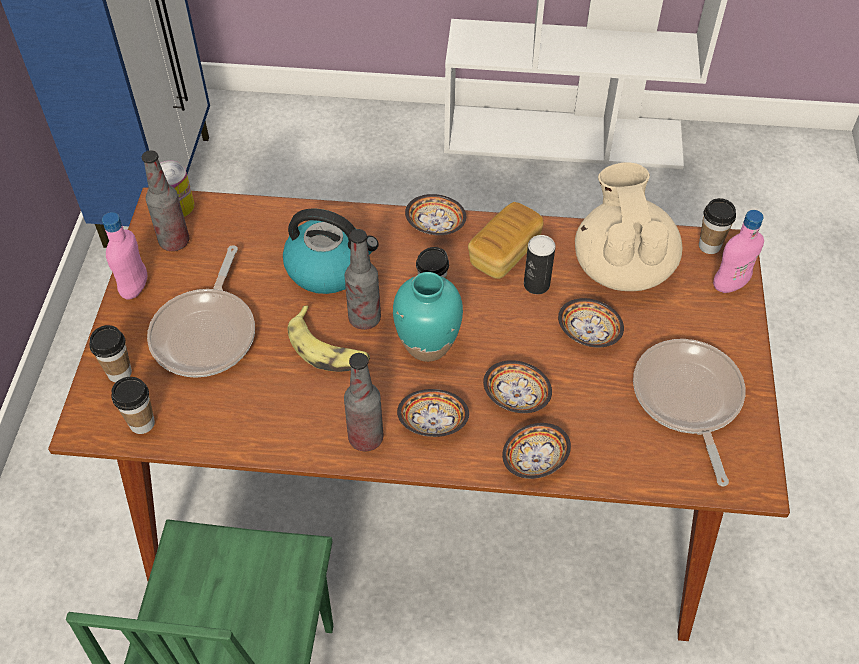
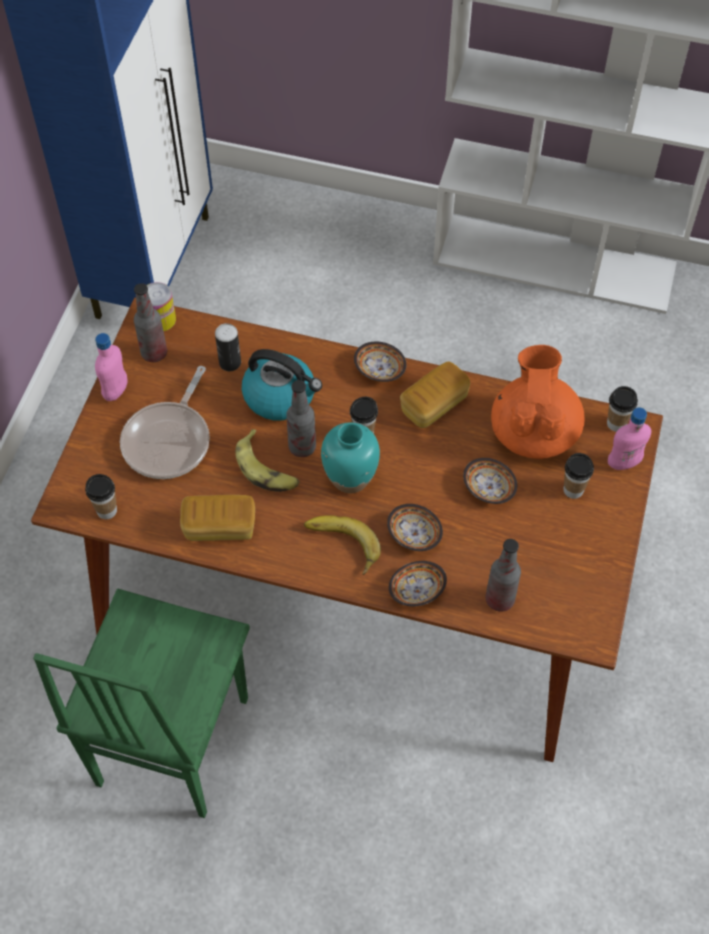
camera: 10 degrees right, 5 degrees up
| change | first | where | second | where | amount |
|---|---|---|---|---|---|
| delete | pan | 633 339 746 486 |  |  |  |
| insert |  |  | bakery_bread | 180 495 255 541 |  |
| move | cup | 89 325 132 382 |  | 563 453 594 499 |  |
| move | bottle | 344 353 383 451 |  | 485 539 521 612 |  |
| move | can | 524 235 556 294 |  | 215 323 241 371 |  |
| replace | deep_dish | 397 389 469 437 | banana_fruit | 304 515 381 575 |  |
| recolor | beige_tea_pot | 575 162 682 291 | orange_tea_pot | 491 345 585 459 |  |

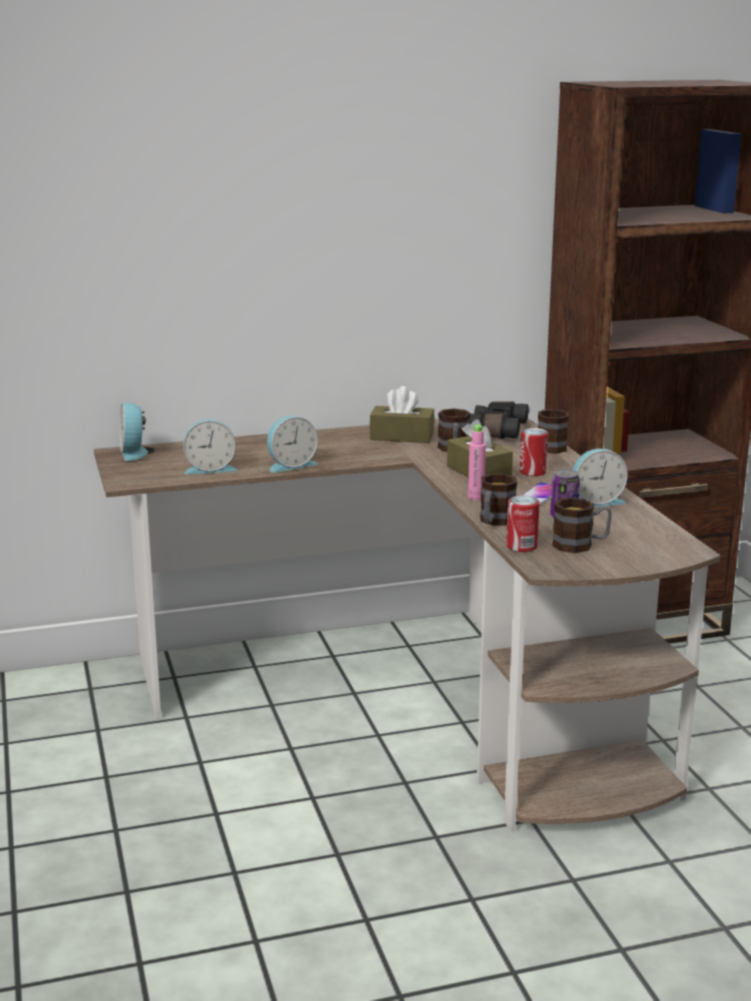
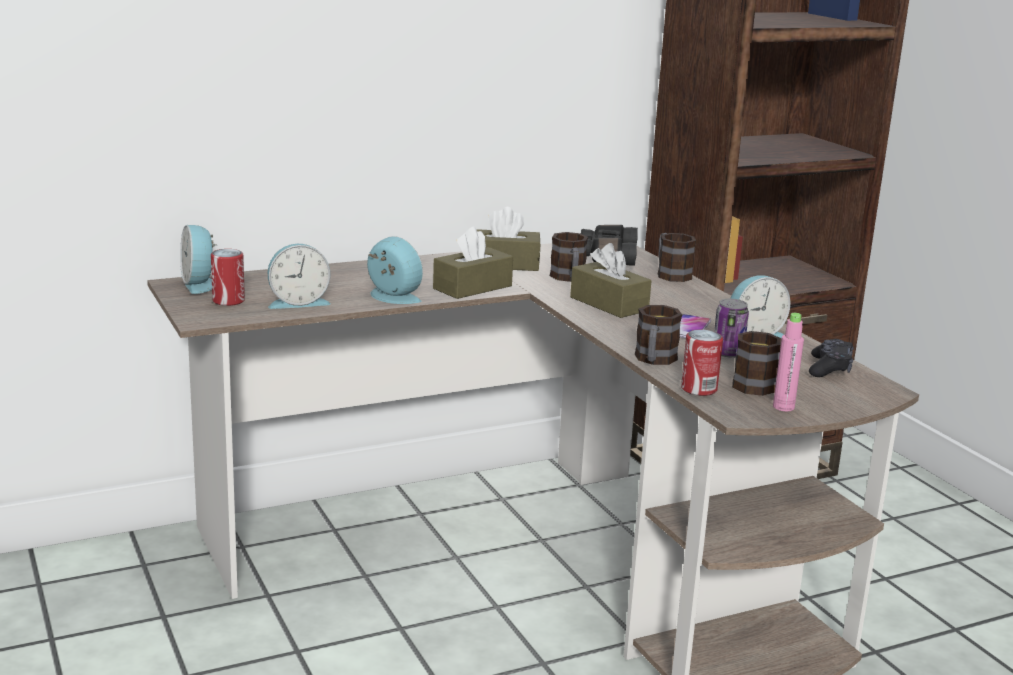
camera: 10 degrees left, 0 degrees up
| change | first | where | second | where | amount |
|---|---|---|---|---|---|
| insert |  |  | brown_tissue_holder | 433 227 513 299 |  |
| insert |  |  | black_joypad | 809 339 854 377 |  |
| move | pink-coloured_bottle | 468 425 486 500 |  | 773 313 804 411 |  |
| move | can | 520 428 548 476 |  | 211 249 245 306 |  |
| rotate | alarm_clock | 267 416 318 473 |  | 367 236 423 304 | 105 degrees counterclockwise |

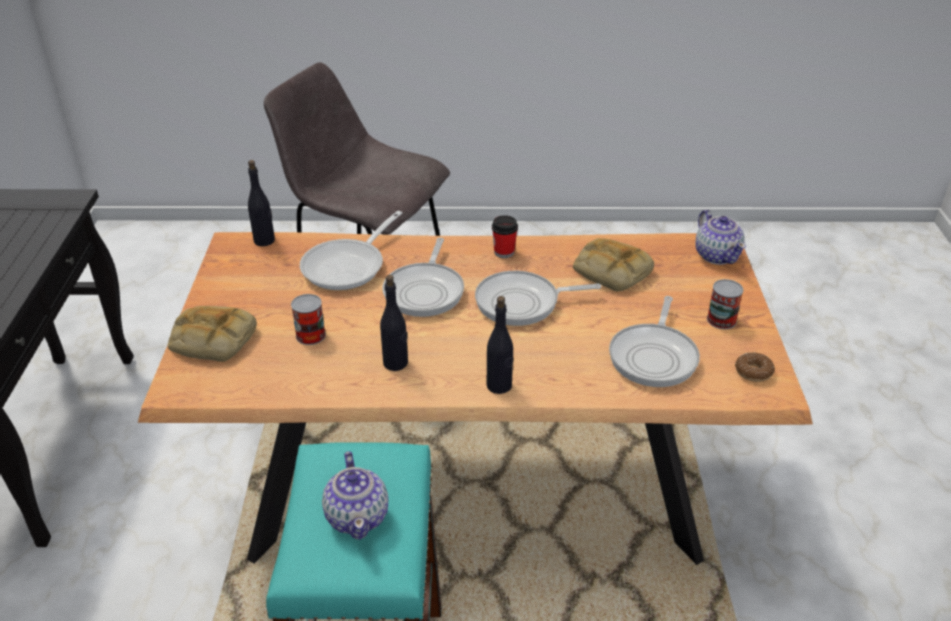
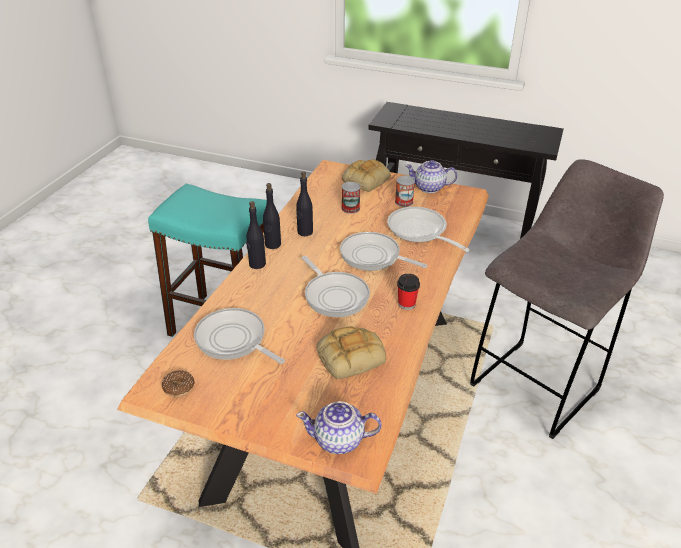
camera: 110 degrees right, 0 degrees up
| change | first | where | second | where | amount |
|---|---|---|---|---|---|
| move | black_bottle | 248 160 275 246 |  | 263 183 281 249 |  |
| move | tea_pot | 322 451 388 540 |  | 405 160 457 193 |  |
| move | can | 707 279 743 329 |  | 395 176 415 207 |  |
| rotate | pan | 475 271 601 326 |  | 301 256 370 317 | 135 degrees clockwise |

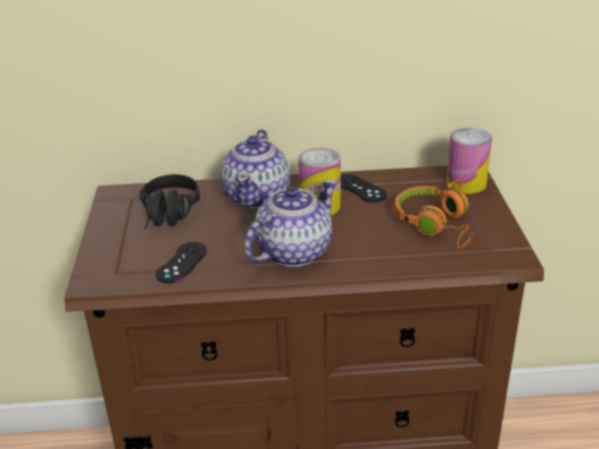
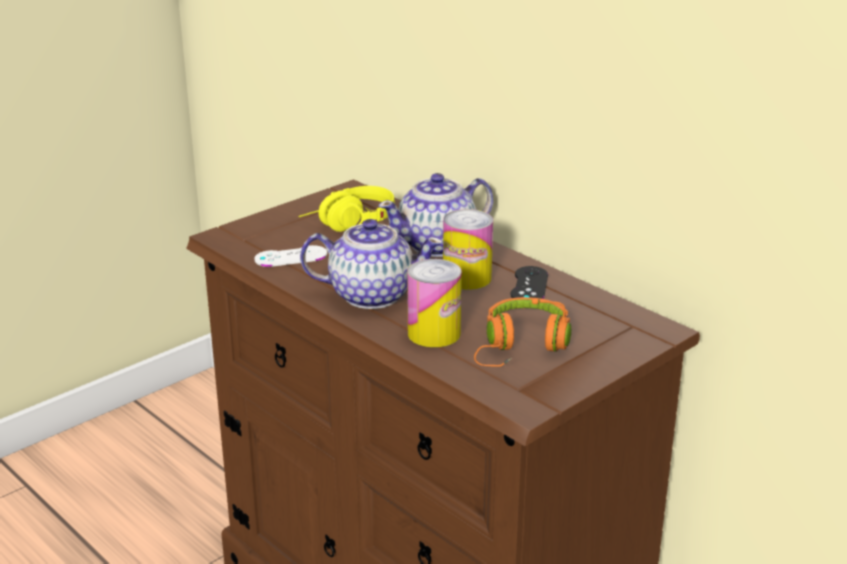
camera: 50 degrees right, 5 degrees down
| change | first | where | second | where | amount |
|---|---|---|---|---|---|
| move | can | 446 128 492 194 |  | 407 259 462 347 |  |
| recolor | black_pair_of_headphones | 140 174 200 229 | yellowish_pair_of_headphones | 298 186 395 232 |  |
| recolor | black_joypad | 156 242 207 283 | white-coloured_joypad | 254 245 327 267 |  |

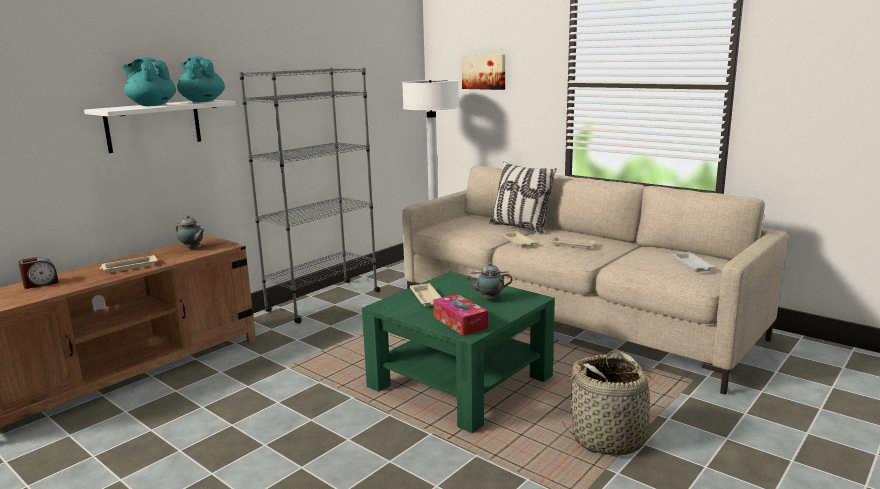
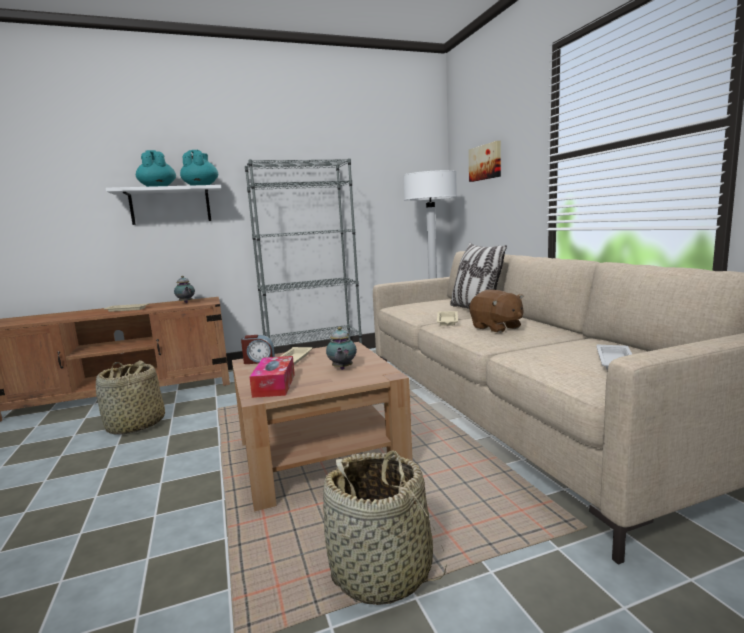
camera: 30 degrees right, 5 degrees down
| change | first | where | second | where | amount |
|---|---|---|---|---|---|
| insert |  |  | basket | 96 360 165 435 |  |
| move | alarm_clock | 18 257 59 289 |  | 241 335 275 364 |  |
| replace | beige_tray | 548 236 596 249 | brown_soft_toy | 469 290 524 333 |  |
| recolor | green-coloured_lounge_table | 362 272 555 434 | brown_lounge_table | 232 342 413 512 |  |
| rotate | tea_pot | 466 262 512 300 |  | 326 327 357 370 | 120 degrees counterclockwise |

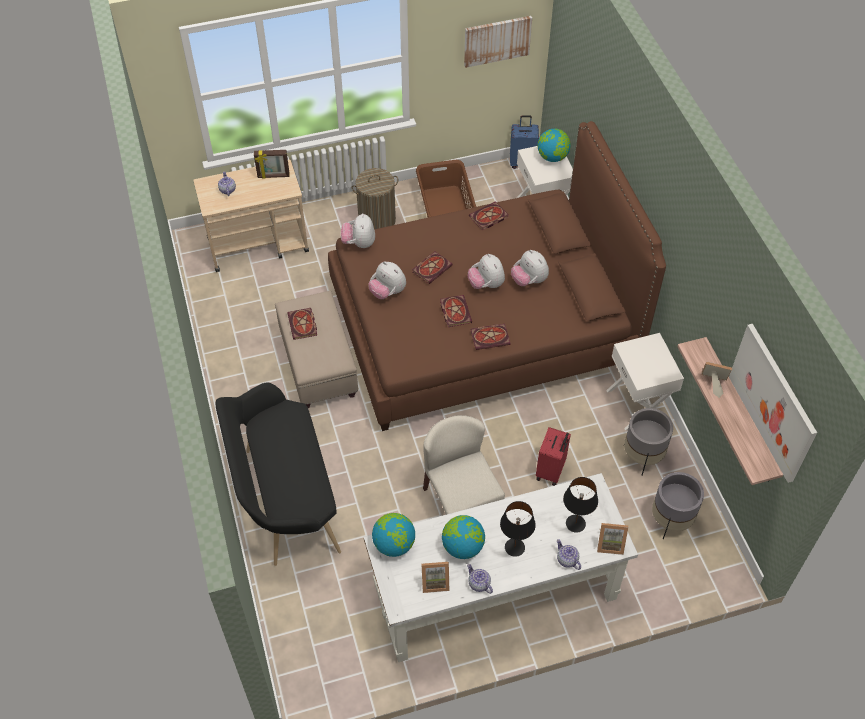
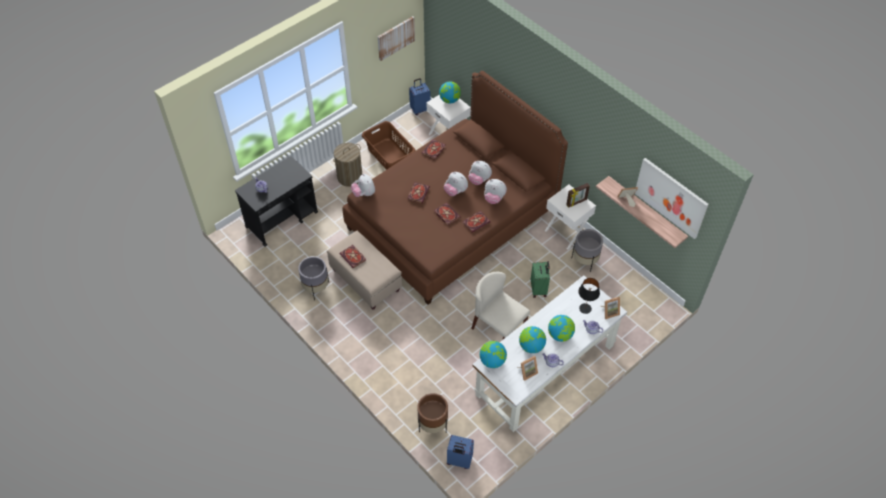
camera: 25 degrees left, 0 degrees up
| change | first | where | second | where | amount |
|---|---|---|---|---|---|
| delete | black_indoor_bench | 216 382 341 566 |  |  |  |
| insert |  |  | brown_plant_pot | 417 393 448 433 |  |
| insert |  |  | bluish_travel_case | 447 435 474 469 |  |
| move | photo_frame | 254 150 290 178 |  | 566 183 590 208 |  |
| move | soft_toy | 368 261 406 299 |  | 484 179 507 204 |  |
| move | gray_plant_pot | 652 472 704 539 |  | 298 256 329 300 |  |
| replace | black_table_lamp | 500 501 536 557 | desk_globe | 548 315 575 342 |  |
| recolor | beige_trolley | 193 160 309 272 | black_trolley | 235 156 318 247 |  |
| recolor | red-coloured_travel_case | 536 427 571 486 | green-coloured_travel_case | 531 261 550 298 |  |

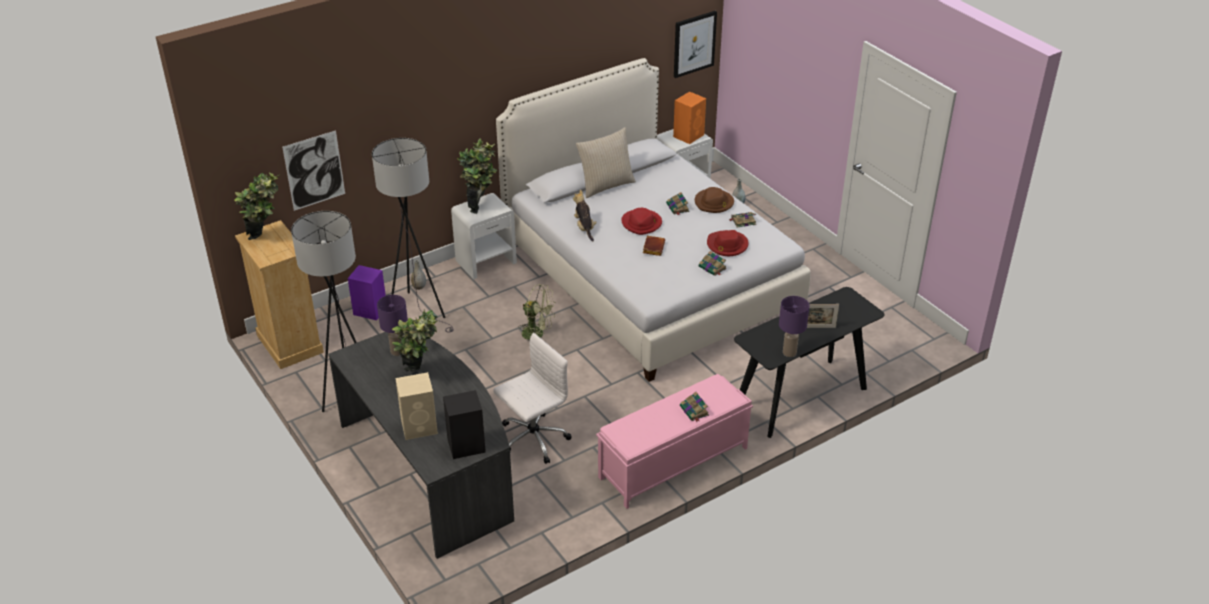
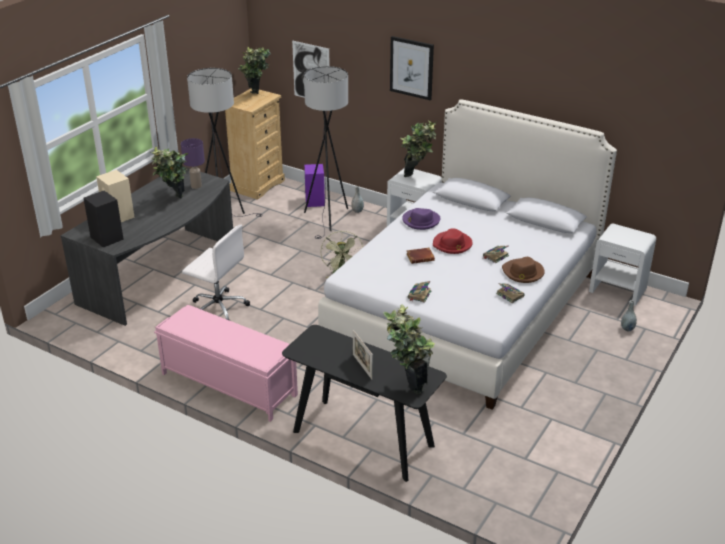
camera: 65 degrees right, 5 degrees down
| change | first | where | second | where | amount |
|---|---|---|---|---|---|
| delete | beige_throw_pillow | 576 127 636 198 |  |  |  |
| delete | orange_speaker | 673 92 706 144 |  |  |  |
| delete | book | 680 392 709 422 |  |  |  |
| delete | red-coloured_clothing_hat | 707 230 748 256 |  |  |  |
| delete | purple_table_lamp | 779 296 810 357 |  |  |  |
| insert |  |  | potted_plant | 383 304 435 394 |  |
| move | wall_art | 674 11 717 78 |  | 390 36 434 100 |  |
| replace | soft_toy | 573 190 597 241 | purple_clothing_hat | 402 208 441 230 |  |

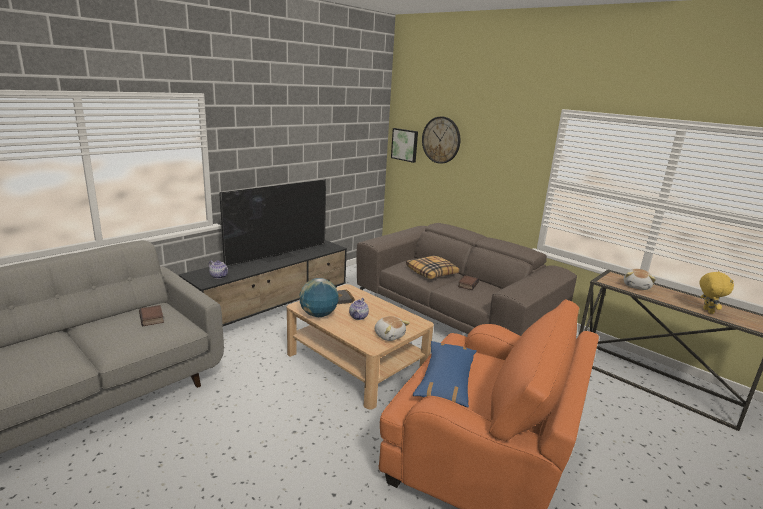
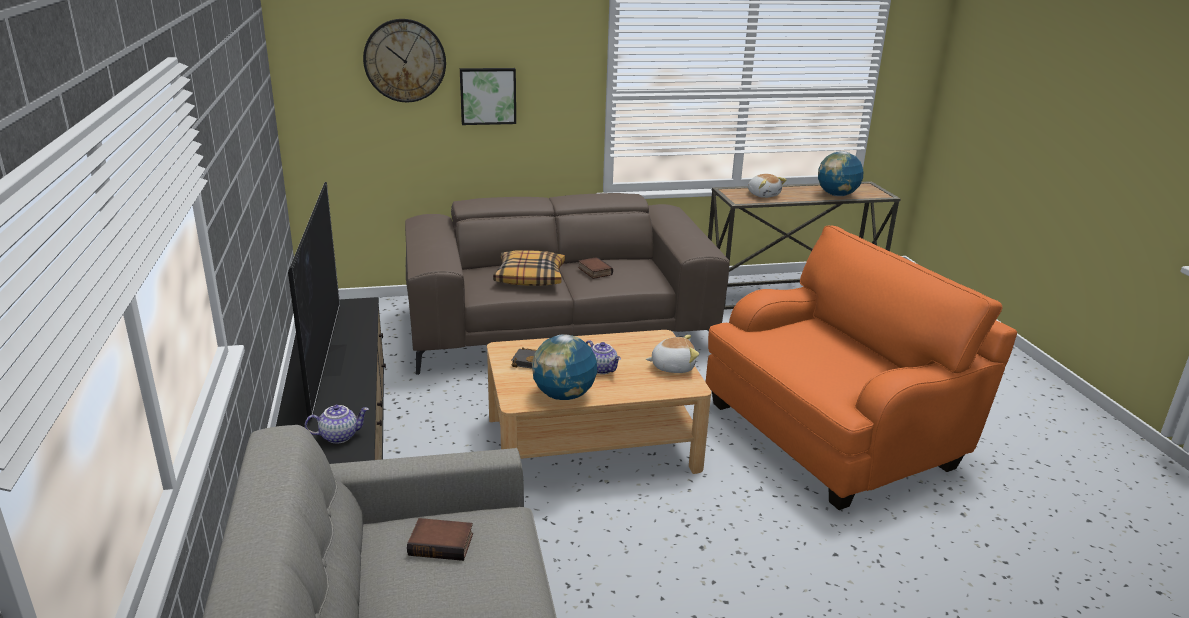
camera: 55 degrees left, 5 degrees up
| change | first | where | second | where | amount |
|---|---|---|---|---|---|
| delete | bluish_throw_pillow | 413 341 477 407 |  |  |  |
| move | wall_art | 391 128 418 163 |  | 460 68 516 125 |  |
| replace | yellowish_soft_toy | 700 271 734 314 | desk_globe | 818 151 864 196 |  |

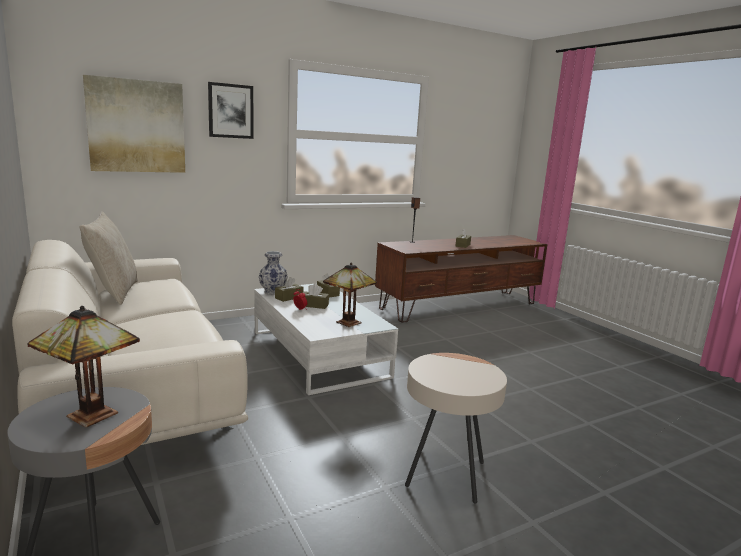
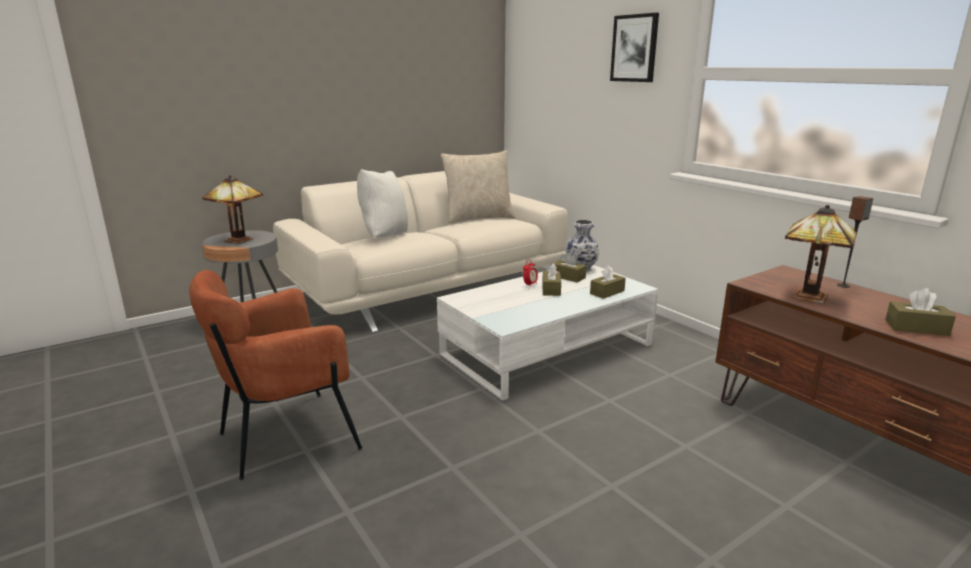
camera: 85 degrees right, 5 degrees up
| change | first | where | second | where | amount |
|---|---|---|---|---|---|
| delete | wall_art | 83 75 185 173 |  |  |  |
| insert |  |  | white-coloured_throw_pillow | 357 169 408 238 |  |
| move | table_lamp | 323 263 377 328 |  | 785 205 857 304 |  |
| replace | beige_accent_table | 405 353 507 504 | brown_lounge_chair | 189 270 362 480 |  |

